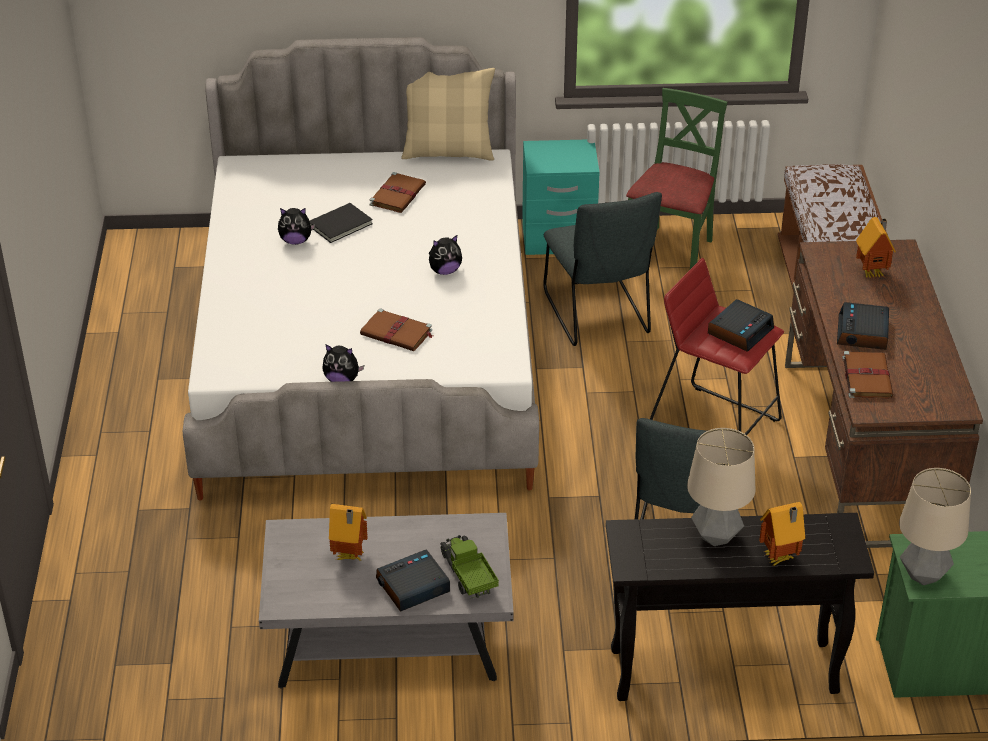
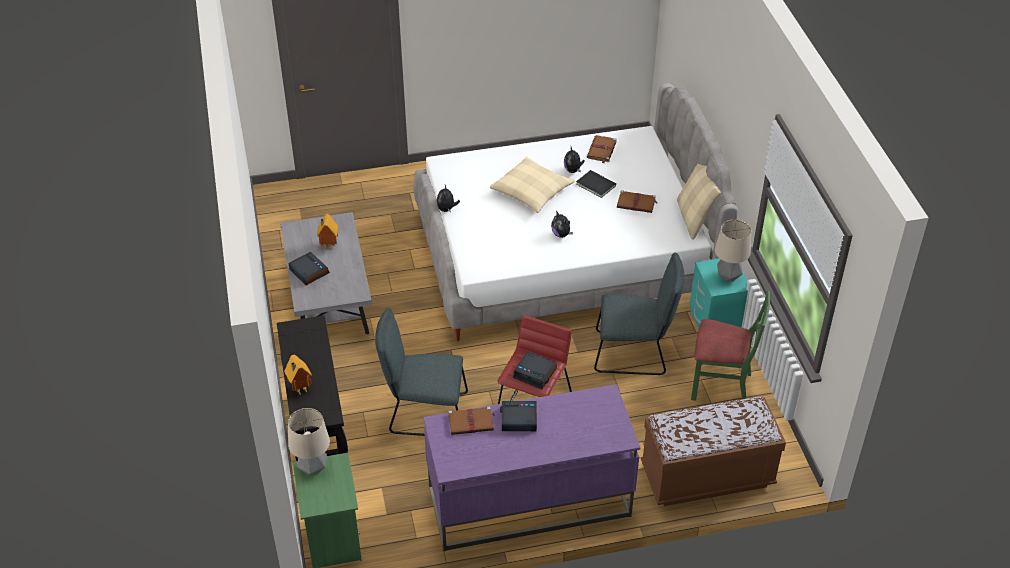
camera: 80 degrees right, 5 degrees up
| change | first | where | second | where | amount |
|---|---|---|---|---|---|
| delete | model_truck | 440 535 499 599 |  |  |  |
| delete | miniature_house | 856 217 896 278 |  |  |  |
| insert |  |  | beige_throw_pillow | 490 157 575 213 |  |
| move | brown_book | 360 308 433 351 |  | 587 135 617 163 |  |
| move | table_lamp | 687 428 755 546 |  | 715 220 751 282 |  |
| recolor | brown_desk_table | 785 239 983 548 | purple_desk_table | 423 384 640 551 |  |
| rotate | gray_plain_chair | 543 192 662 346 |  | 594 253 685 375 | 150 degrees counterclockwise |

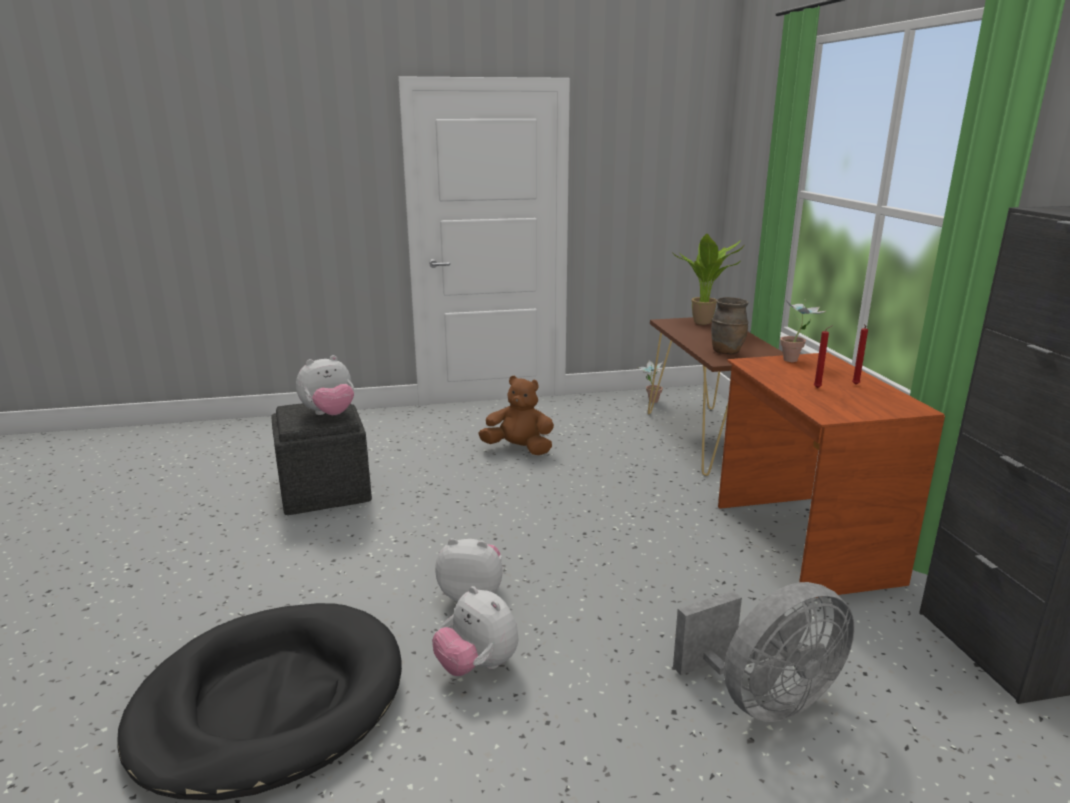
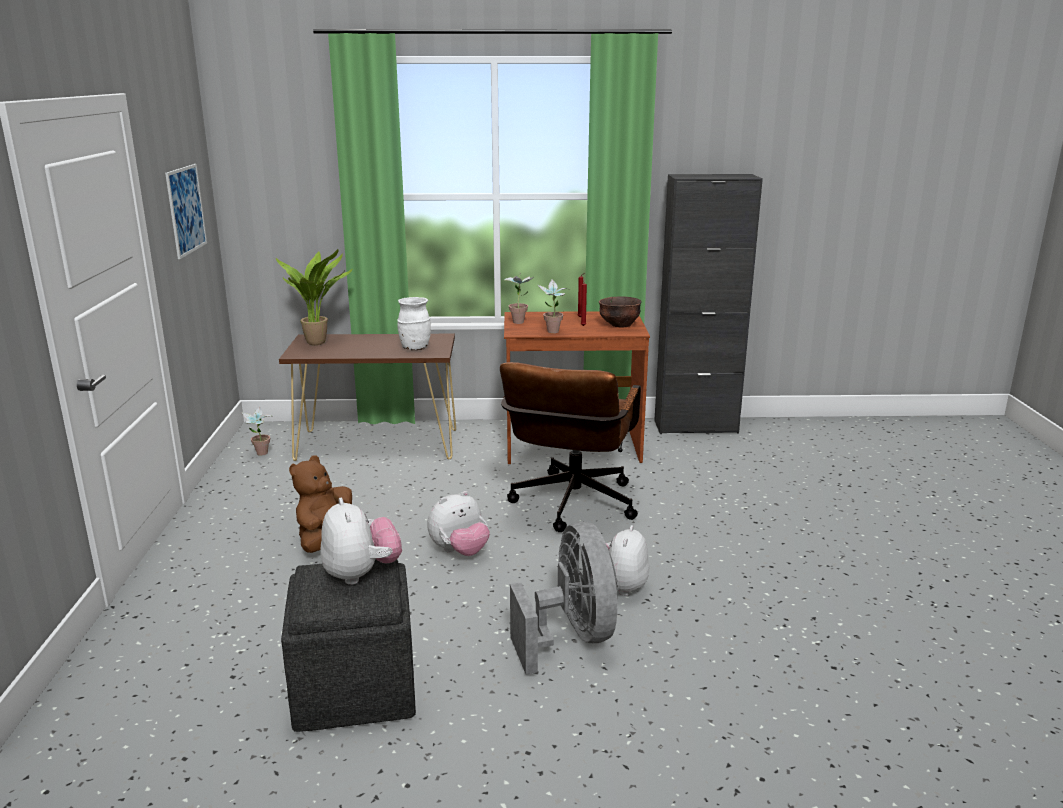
camera: 80 degrees left, 0 degrees up
| change | first | where | second | where | amount |
|---|---|---|---|---|---|
| delete | black_dog_bed | 117 603 402 801 |  |  |  |
| insert |  |  | wall_art | 165 164 207 259 |  |
| insert |  |  | brown_desk_chair | 500 362 641 532 |  |
| insert |  |  | potted_plant | 538 279 570 333 |  |
| insert |  |  | brown_deep_dish | 599 297 642 328 |  |
| move | soft_toy | 432 586 519 676 |  | 427 491 490 556 |  |
| move | gray_fan | 673 582 855 722 |  | 510 522 619 674 |  |
| recolor | brown_vase | 711 297 749 354 | white-coloured_vase | 397 297 431 350 |  |

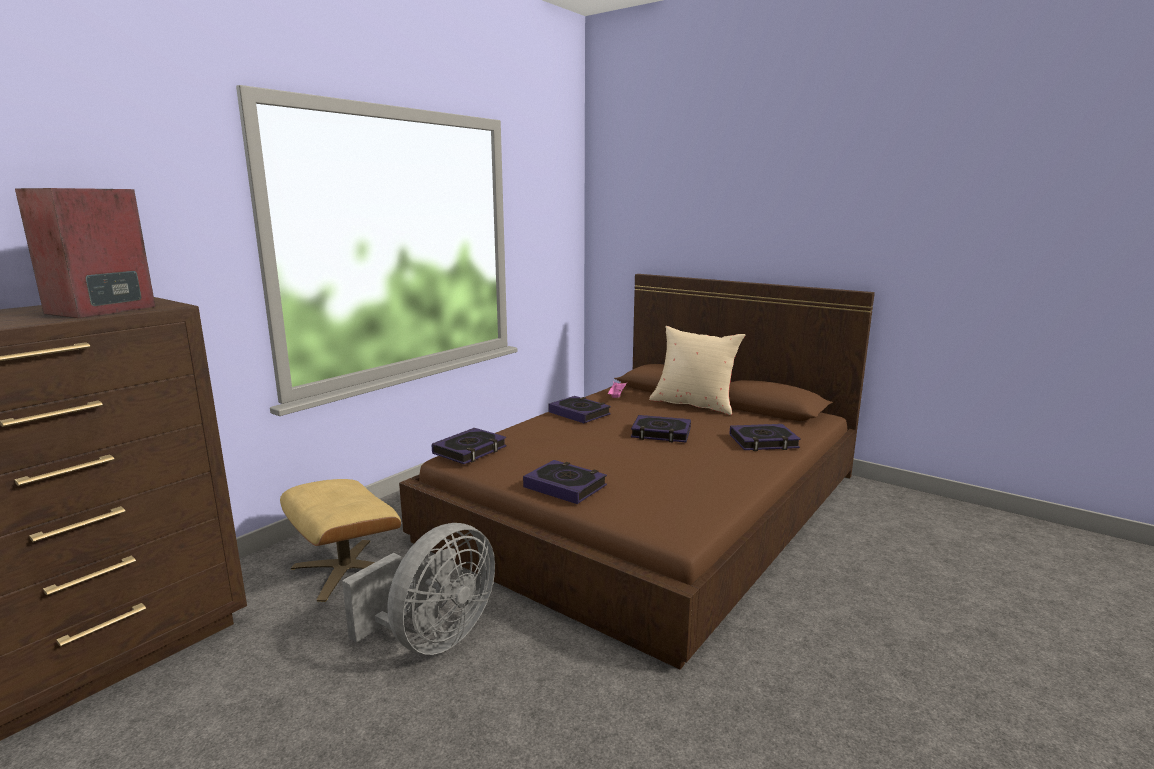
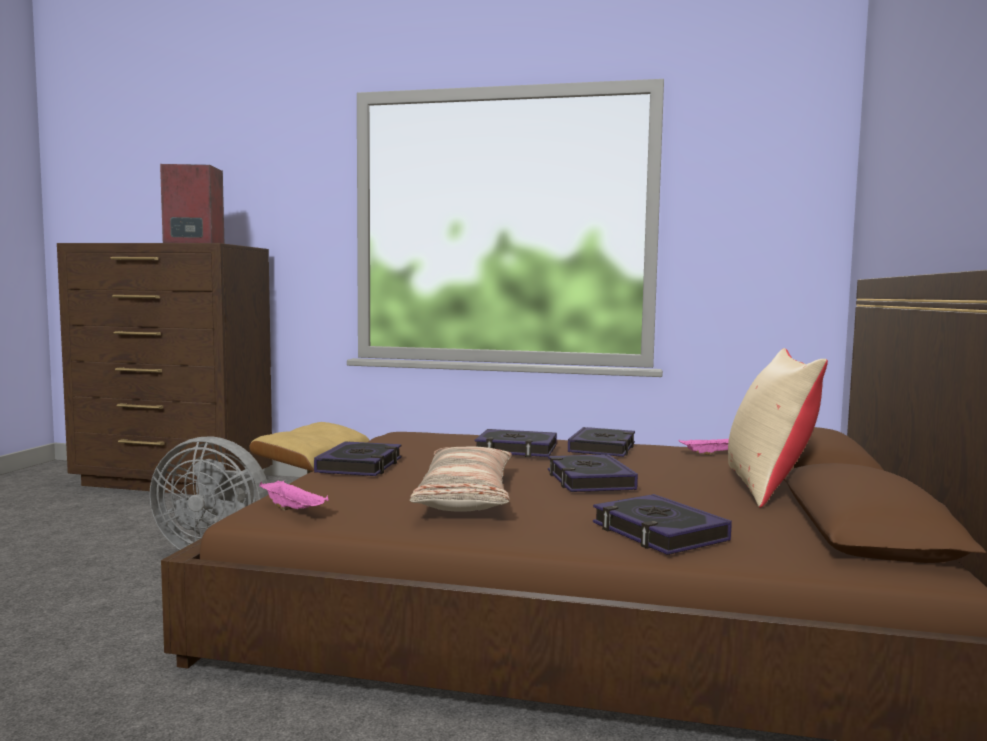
camera: 65 degrees right, 10 degrees down
| change | first | where | second | where | amount |
|---|---|---|---|---|---|
| insert |  |  | pink-coloured_tray | 259 480 329 511 |  |
| insert |  |  | throw_pillow | 410 447 512 512 |  |
| move | book | 432 428 507 464 |  | 475 429 557 457 |  |

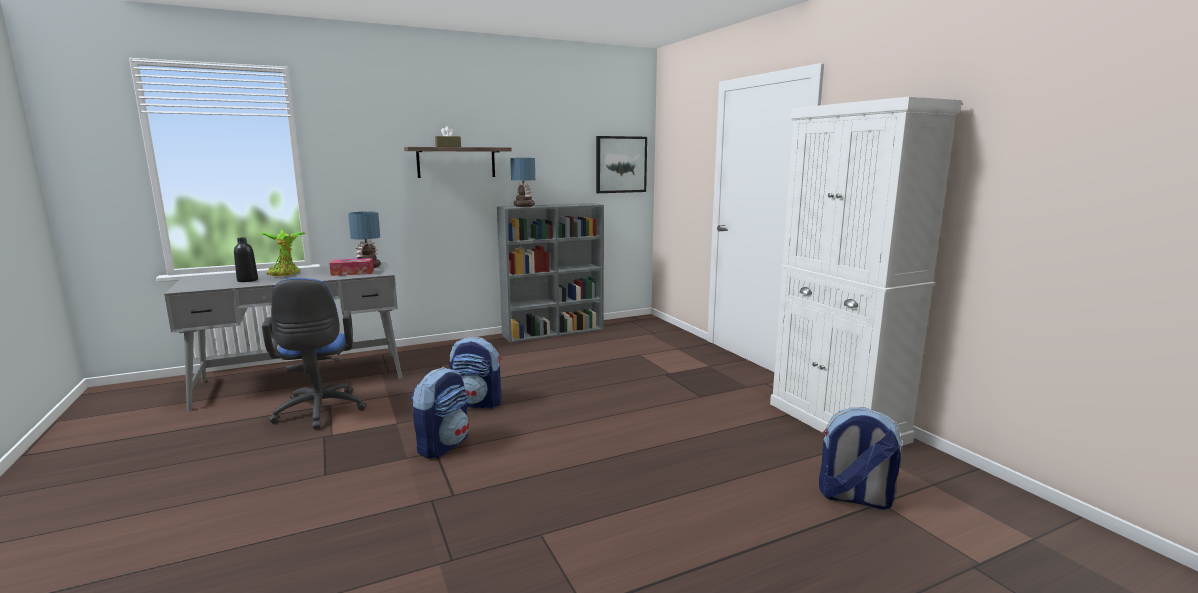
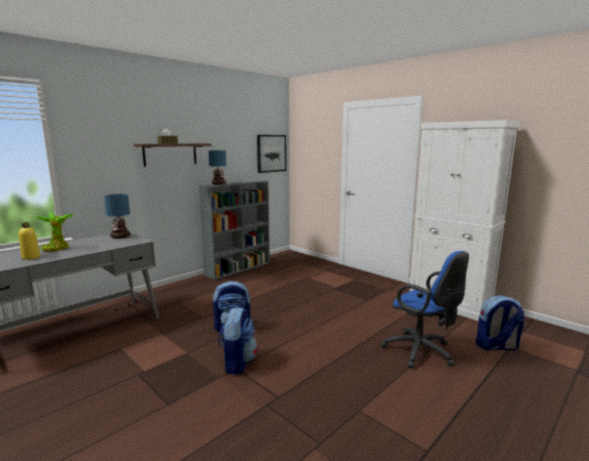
camera: 20 degrees left, 0 degrees up
| change | first | where | second | where | amount |
|---|---|---|---|---|---|
| delete | tissue_holder | 329 258 374 276 |  |  |  |
| move | bluish_desk_chair | 262 278 367 429 |  | 381 251 469 369 |  |
| recolor | black_bottle | 234 237 258 282 | yellowish_bottle | 19 222 40 260 |  |

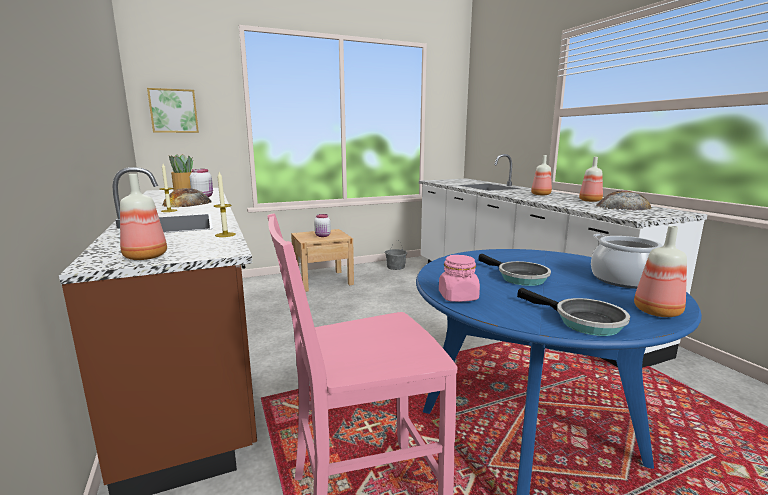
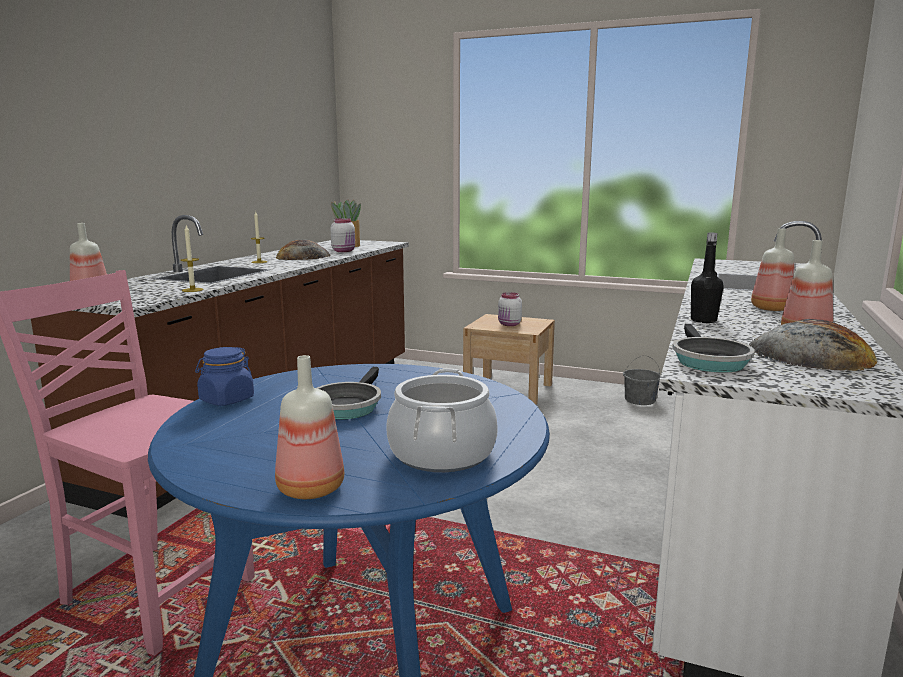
camera: 45 degrees right, 0 degrees up
| change | first | where | second | where | amount |
|---|---|---|---|---|---|
| delete | wall_art | 147 88 199 133 |  |  |  |
| insert |  |  | black_bottle | 691 233 724 323 |  |
| move | pan | 517 288 630 336 |  | 672 324 755 373 |  |
| recolor | pink-coloured_storage_jar | 439 255 480 302 | bluish_storage_jar | 195 347 254 406 |  |

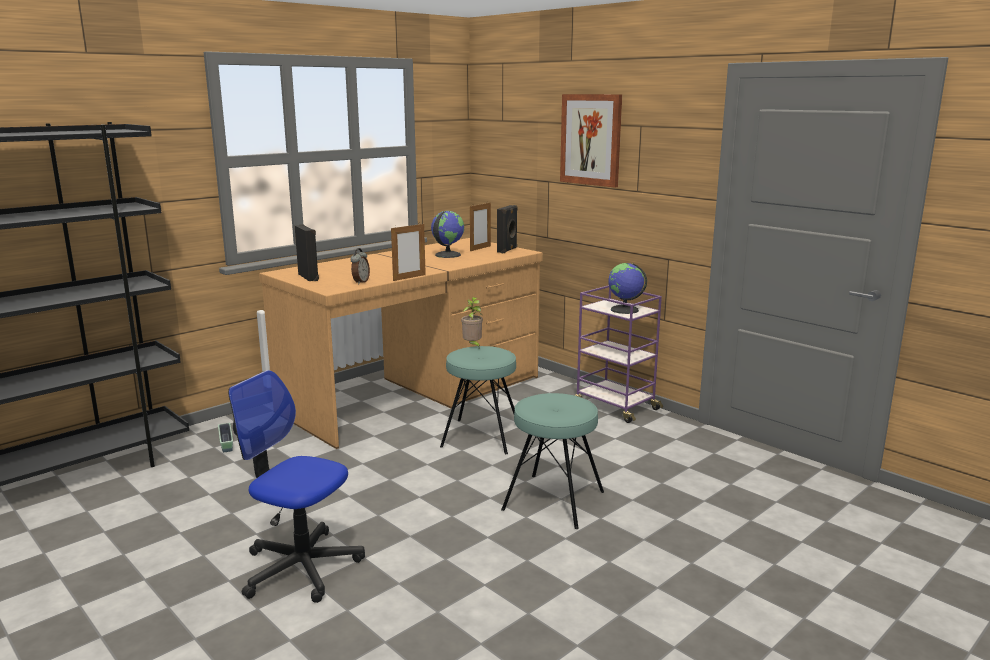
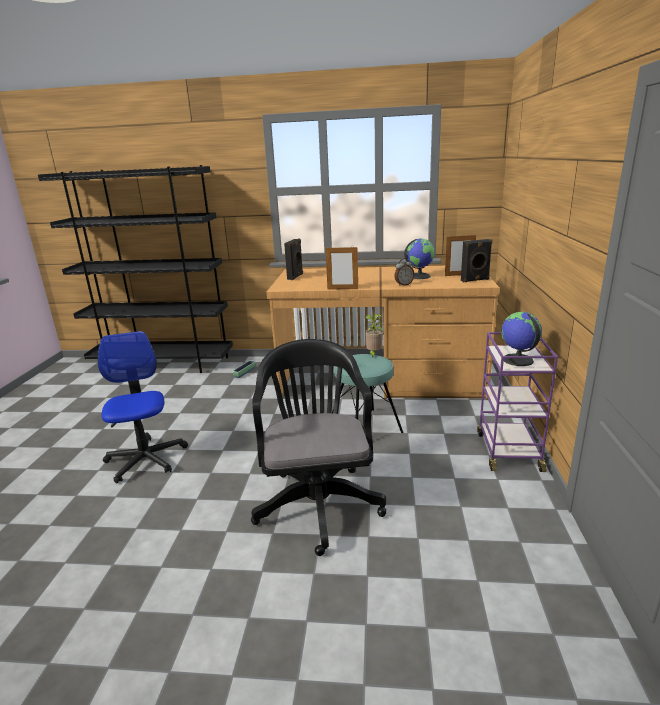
camera: 50 degrees right, 5 degrees up
| change | first | where | second | where | amount |
|---|---|---|---|---|---|
| delete | wall_art | 560 94 622 188 |  |  |  |
| move | alarm_clock | 350 248 370 284 |  | 395 258 414 286 |  |
| replace | blue-green_stool_seat | 501 393 604 529 | black_desk_chair | 251 339 386 556 |  |

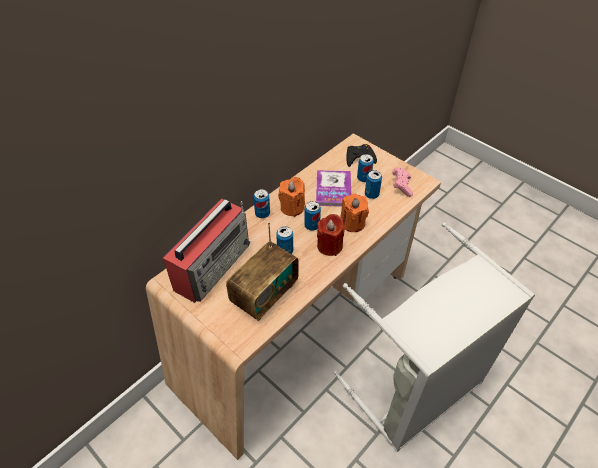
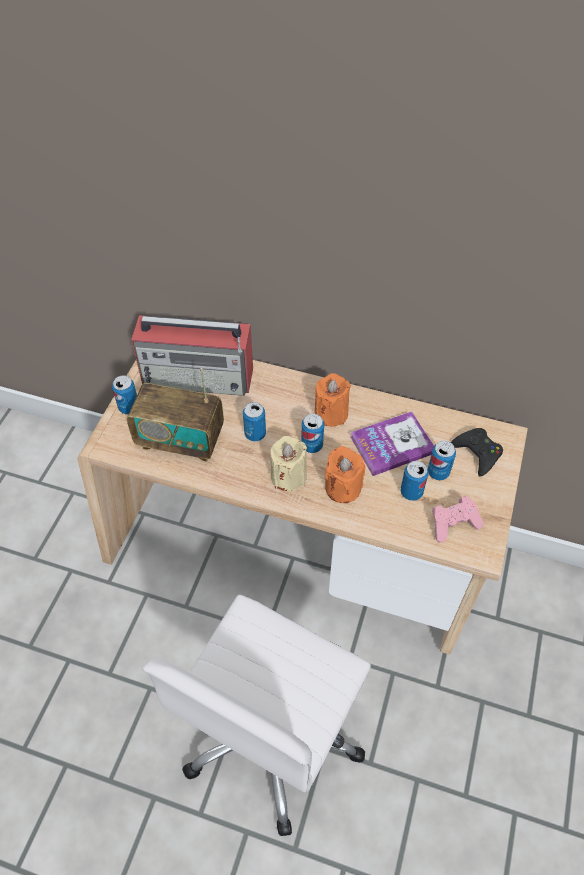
camera: 65 degrees right, 5 degrees up
| change | first | where | second | where | amount |
|---|---|---|---|---|---|
| move | can | 254 189 270 218 |  | 112 375 137 414 |  |
| replace | gray_laundry_basket | 333 222 535 452 | white-coloured_desk_chair | 142 595 371 836 |  |
| recolor | red-coloured_wax_candle | 317 214 345 256 | beige_wax_candle | 270 436 307 491 |  |

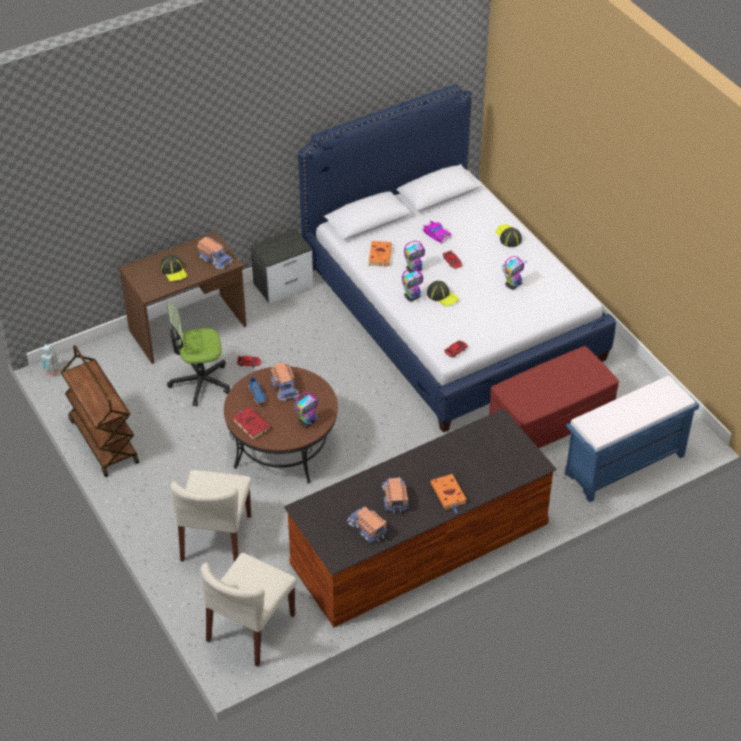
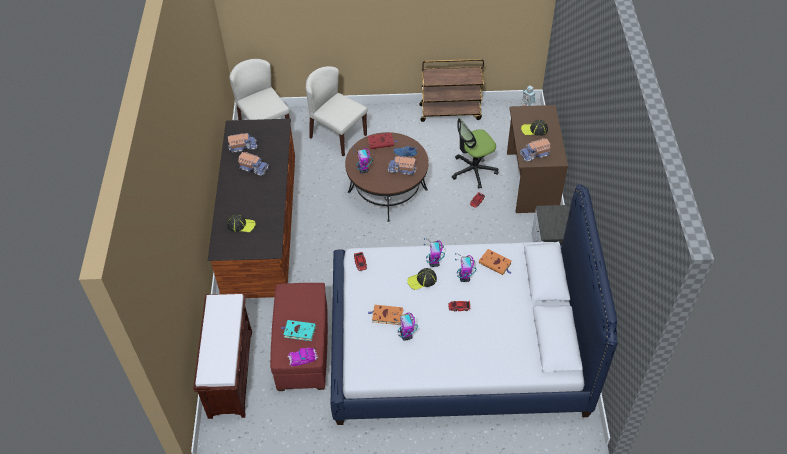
camera: 120 degrees right, 5 degrees up
| change | first | where | second | where | amount |
|---|---|---|---|---|---|
| insert |  |  | blue-green_book | 281 320 316 341 |  |
| move | toy_car | 422 221 451 243 |  | 288 348 318 367 |  |
| move | orange_book | 430 474 467 514 |  | 368 305 403 325 |  |
| move | peaked_cap | 495 224 522 247 |  | 227 214 256 232 |  |
| recolor | bluish_indoor_bench | 565 375 699 503 | brown_indoor_bench | 193 294 252 419 |  |
| rotate | desk_chair | 167 301 230 407 |  | 452 115 499 189 | 135 degrees counterclockwise |

